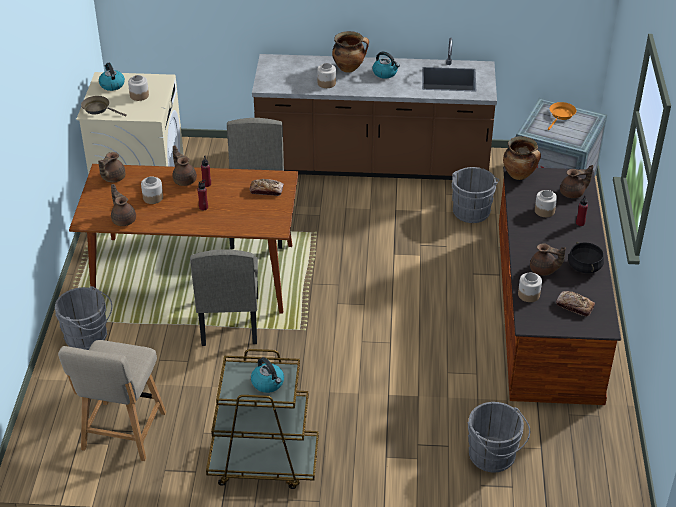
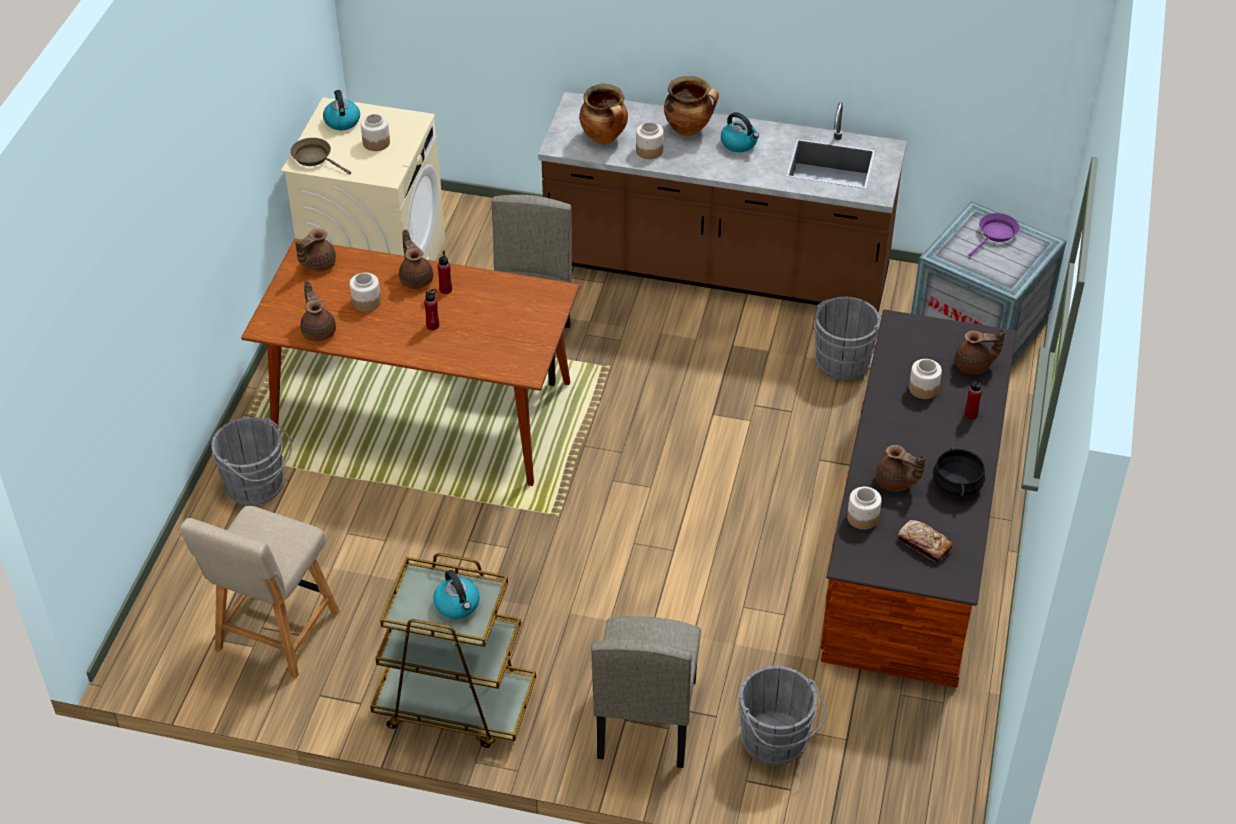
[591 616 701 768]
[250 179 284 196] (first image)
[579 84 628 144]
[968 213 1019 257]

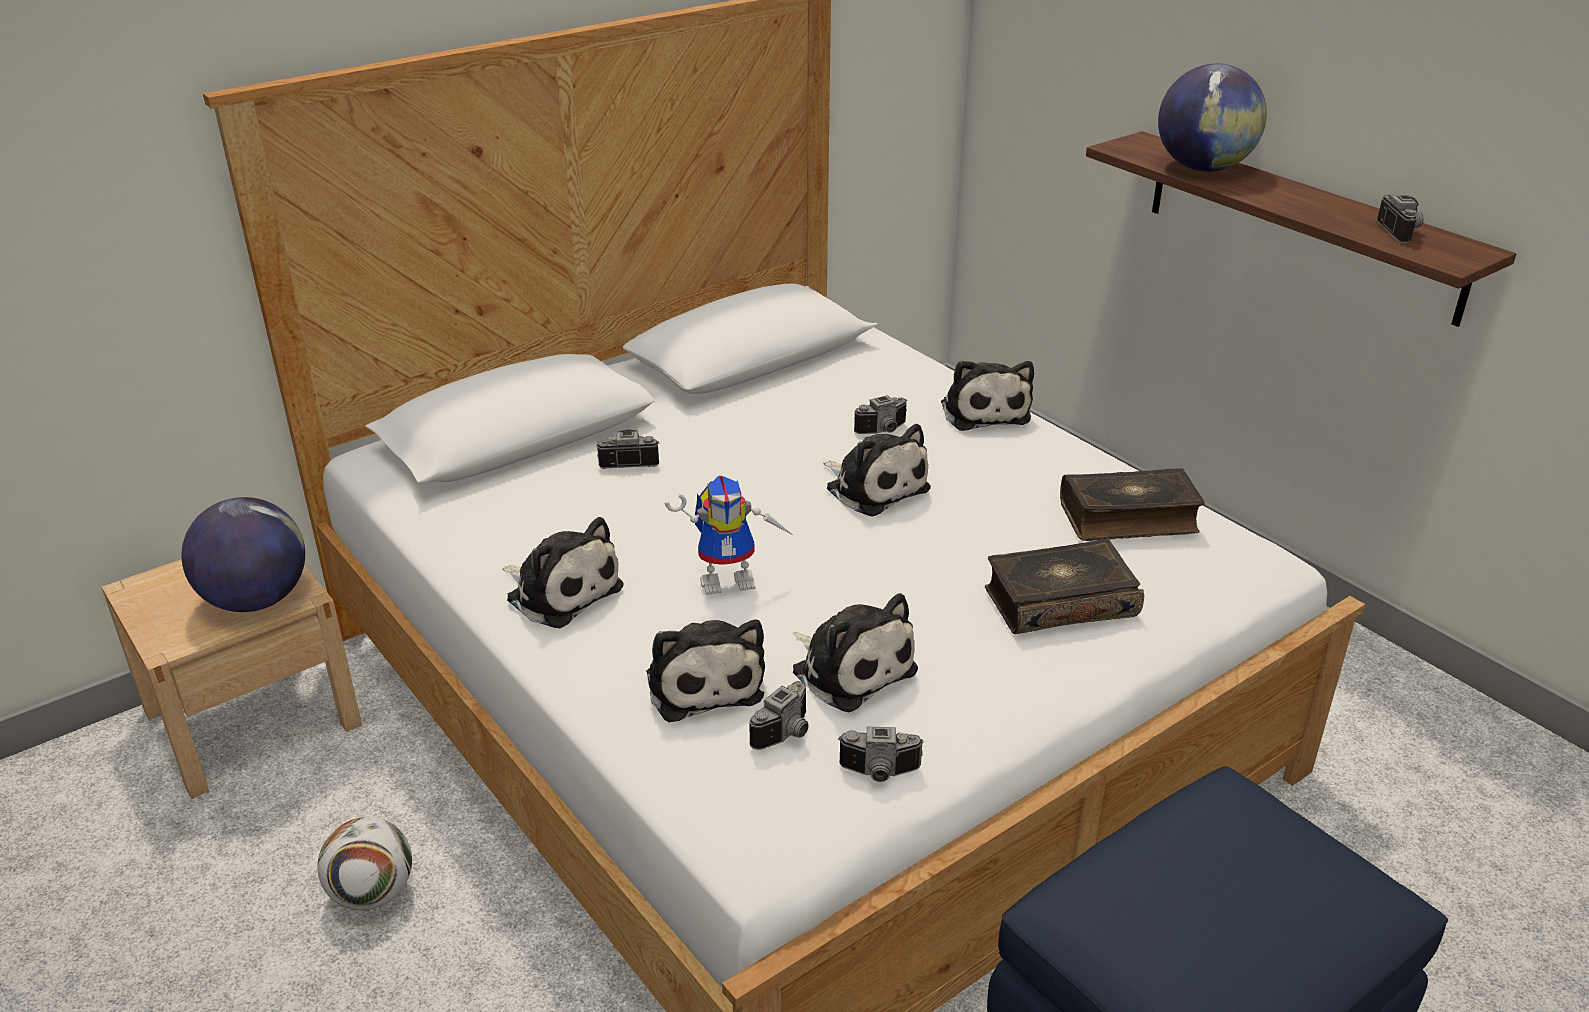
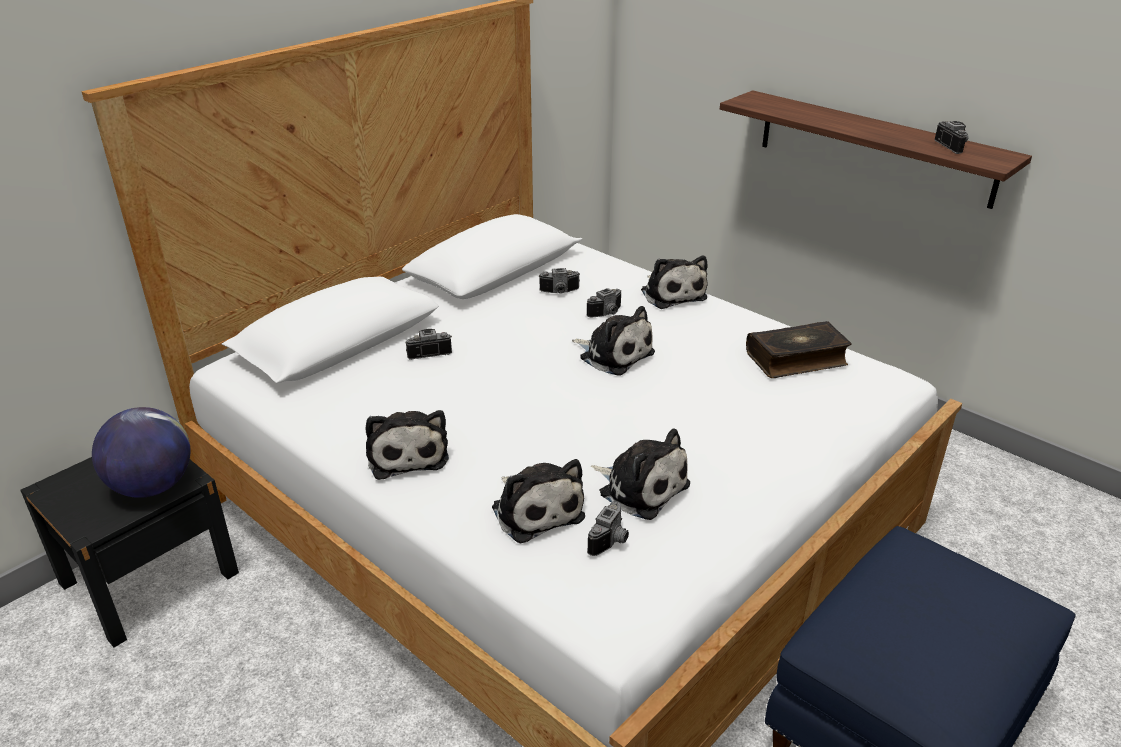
[21 457 239 648]
[317 817 412 910] (first image)
[366 410 449 480]
[665 475 793 595] (first image)
[538 268 580 294]
[985 539 1144 634] (first image)
[1158 64 1267 172] (first image)

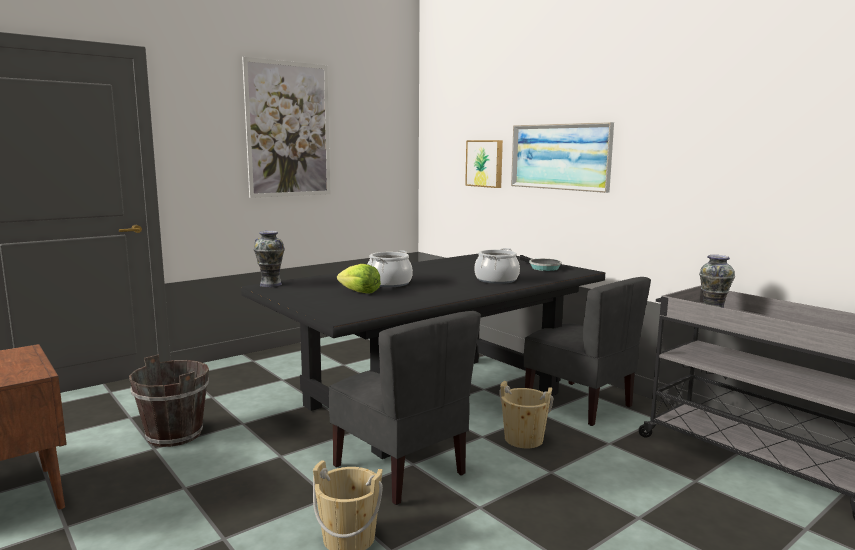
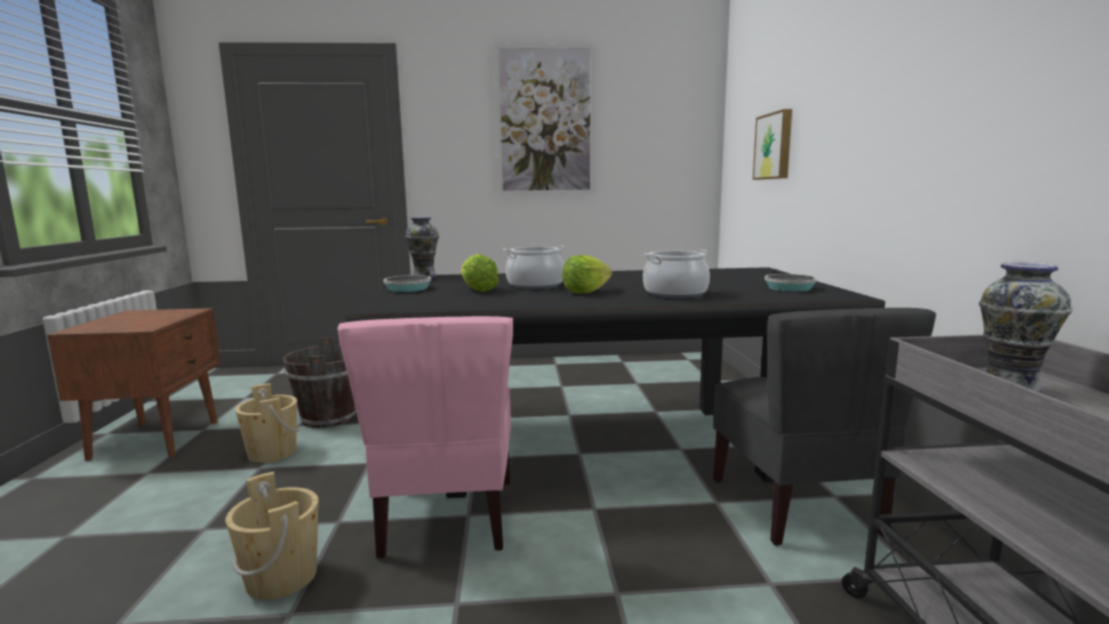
[338 316 513 559]
[235 383 300 463]
[511 122 614 193] (first image)
[383 270 431 292]
[562 255 612 293]

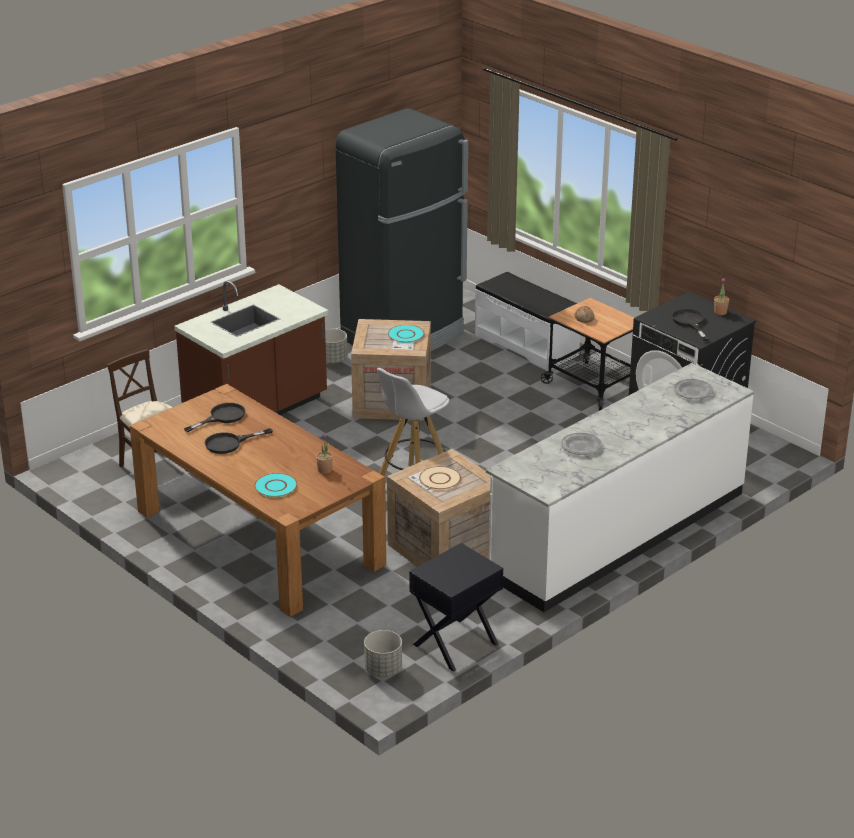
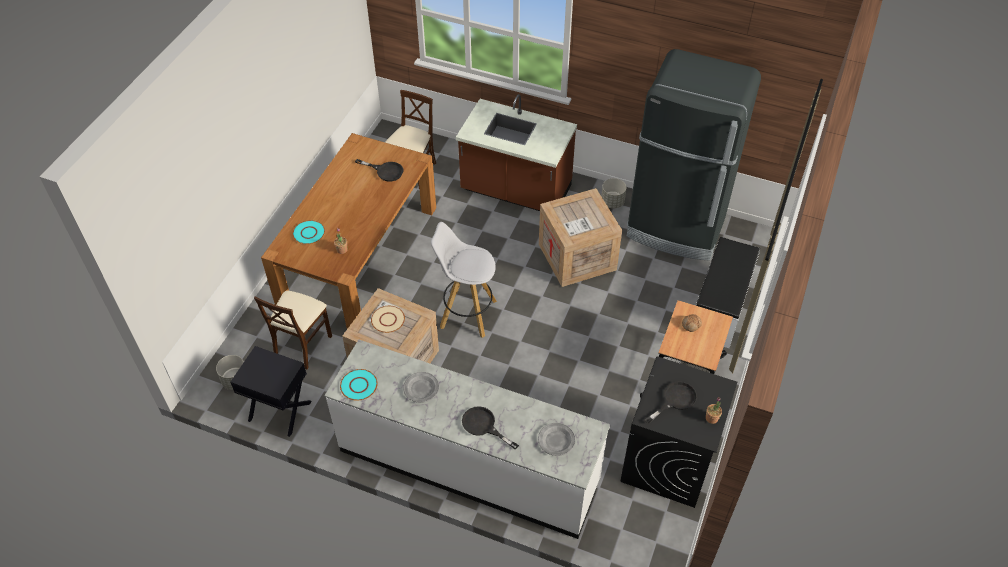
[462 406 519 449]
[340 369 378 401]
[254 290 332 369]

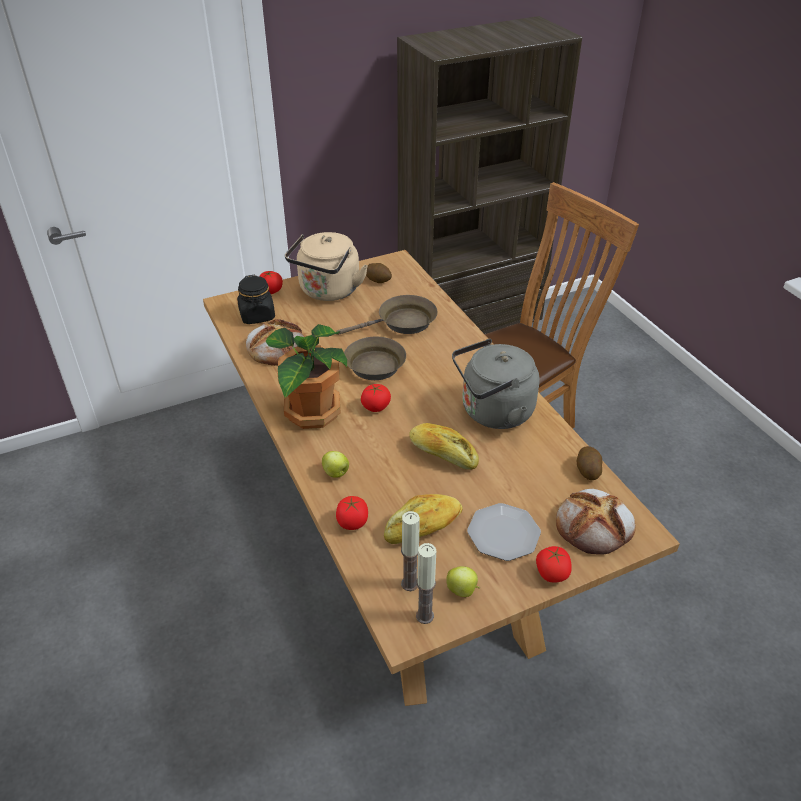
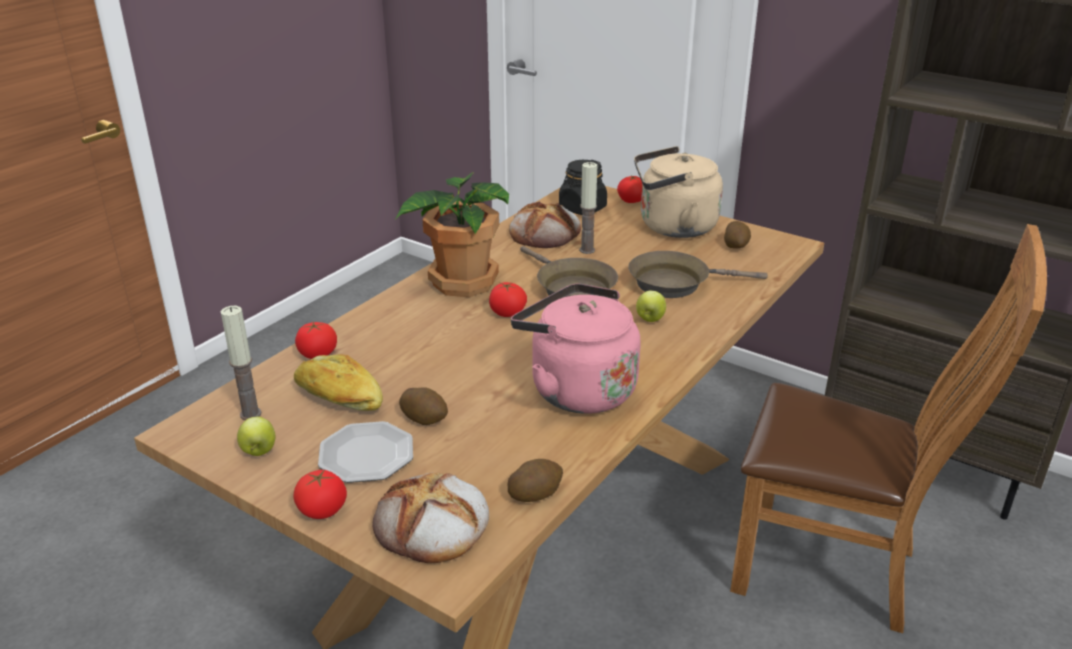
[636 291 666 322]
[628 251 768 298]
[409 423 479 470] (first image)
[579 162 597 254]
[511 283 641 414]
[399 387 448 425]

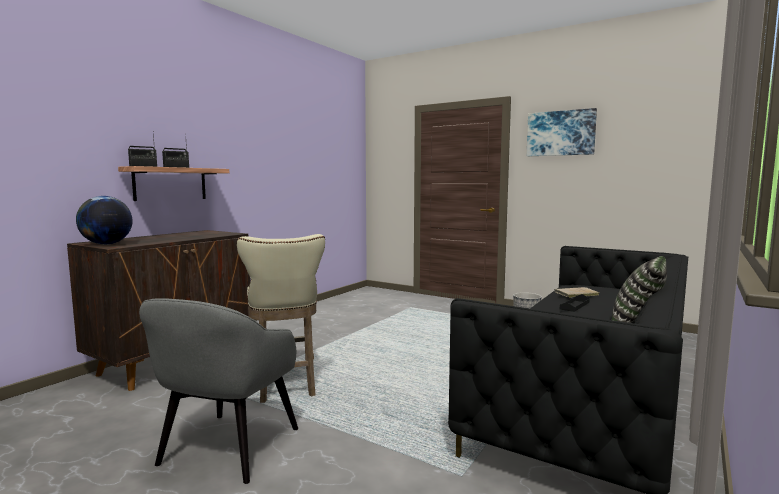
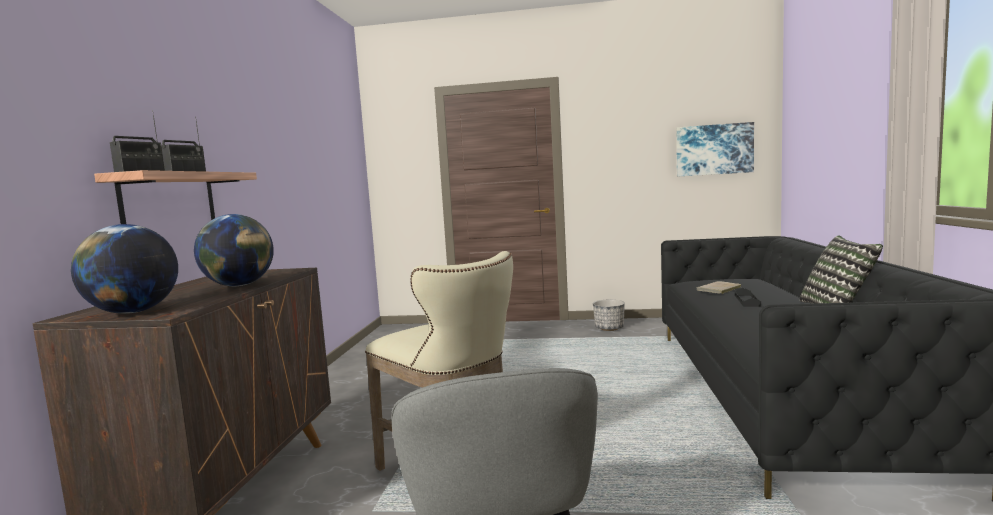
[676 122 754 176]
[194 214 274 286]

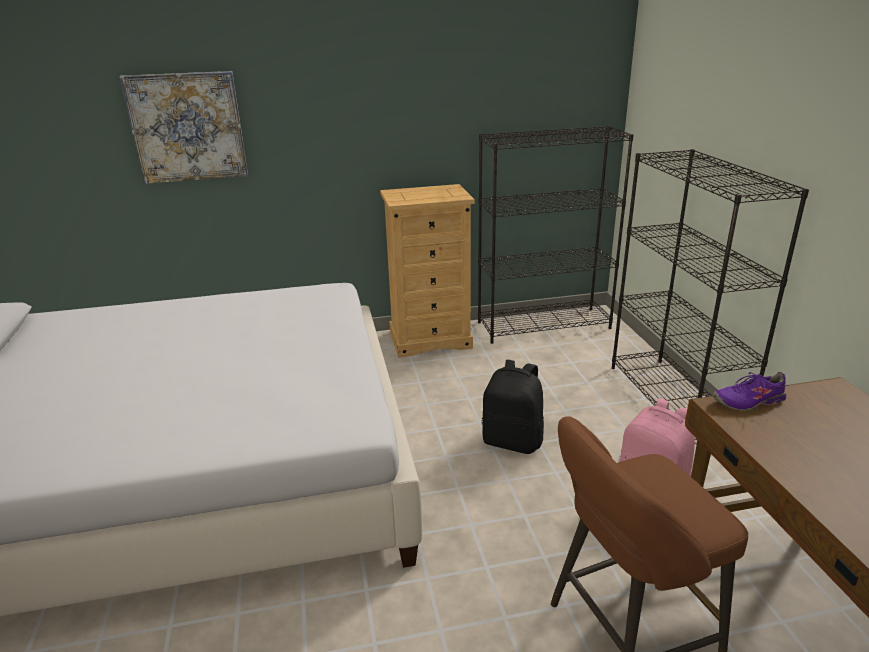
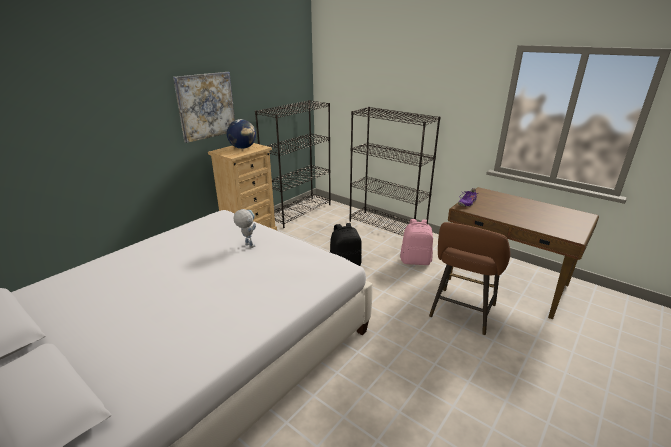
[173 72 235 143]
[227 119 256 149]
[234 209 256 248]

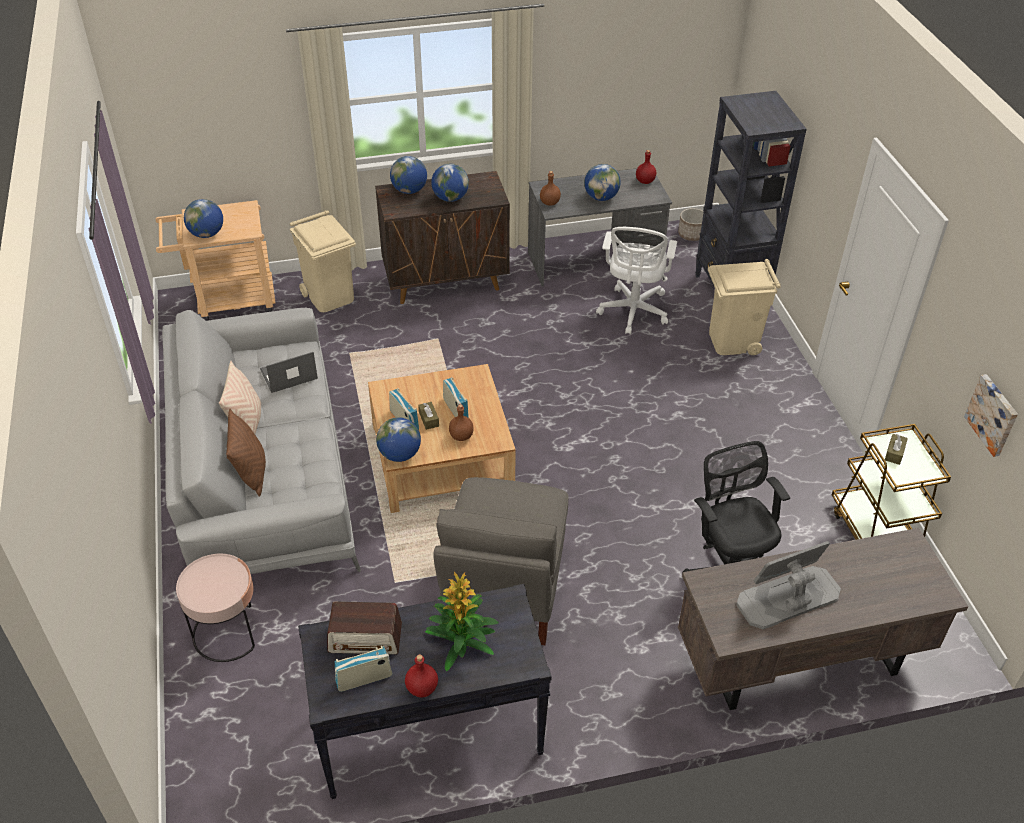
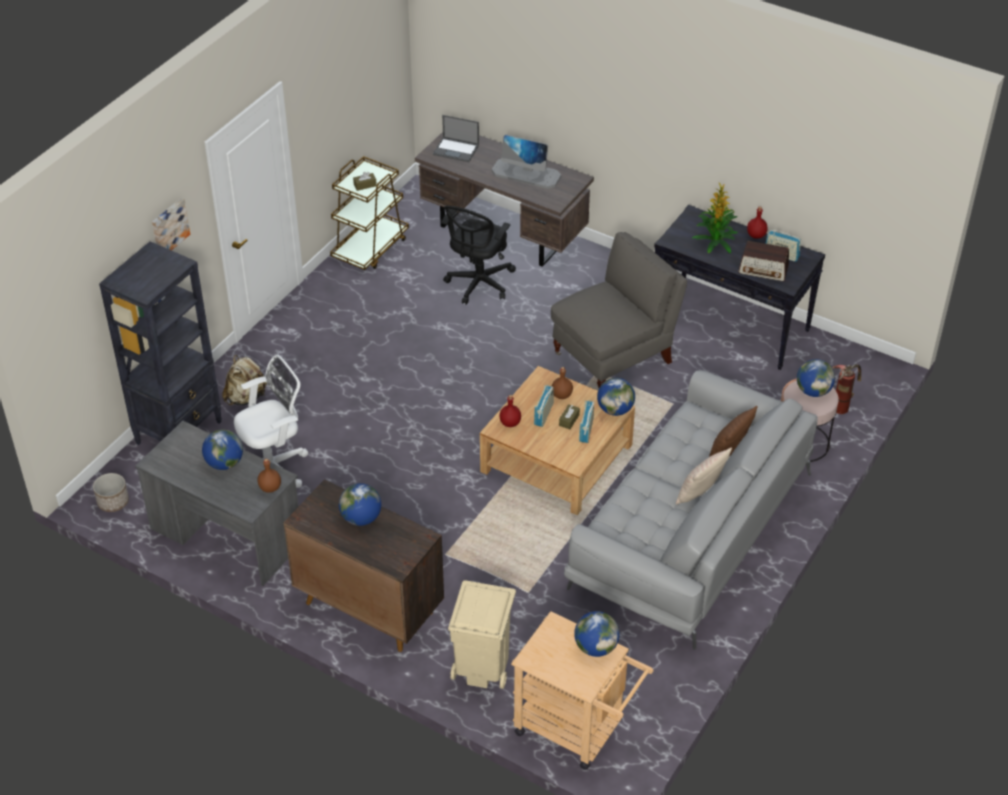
[433 115 479 162]
[738 241 789 281]
[797 359 835 397]
[499 395 521 427]
[222 355 267 405]
[152 198 190 251]
[833 364 861 414]

